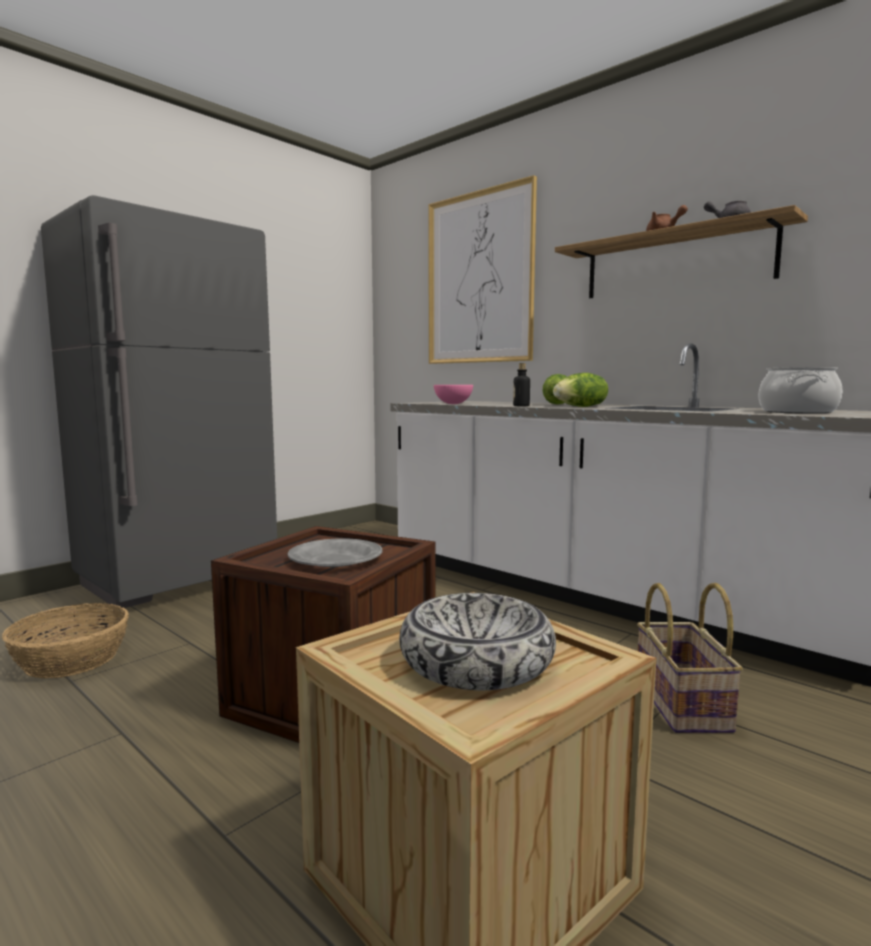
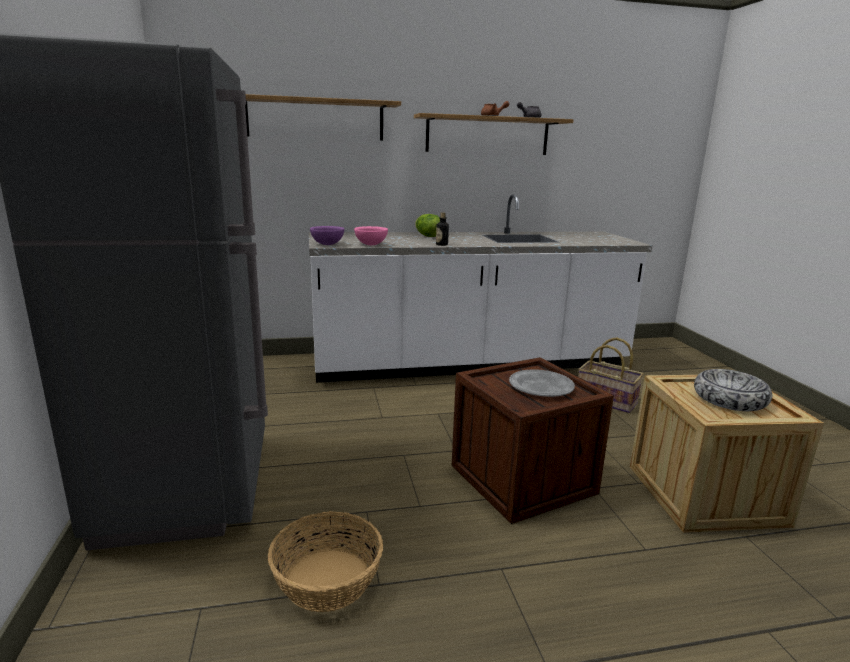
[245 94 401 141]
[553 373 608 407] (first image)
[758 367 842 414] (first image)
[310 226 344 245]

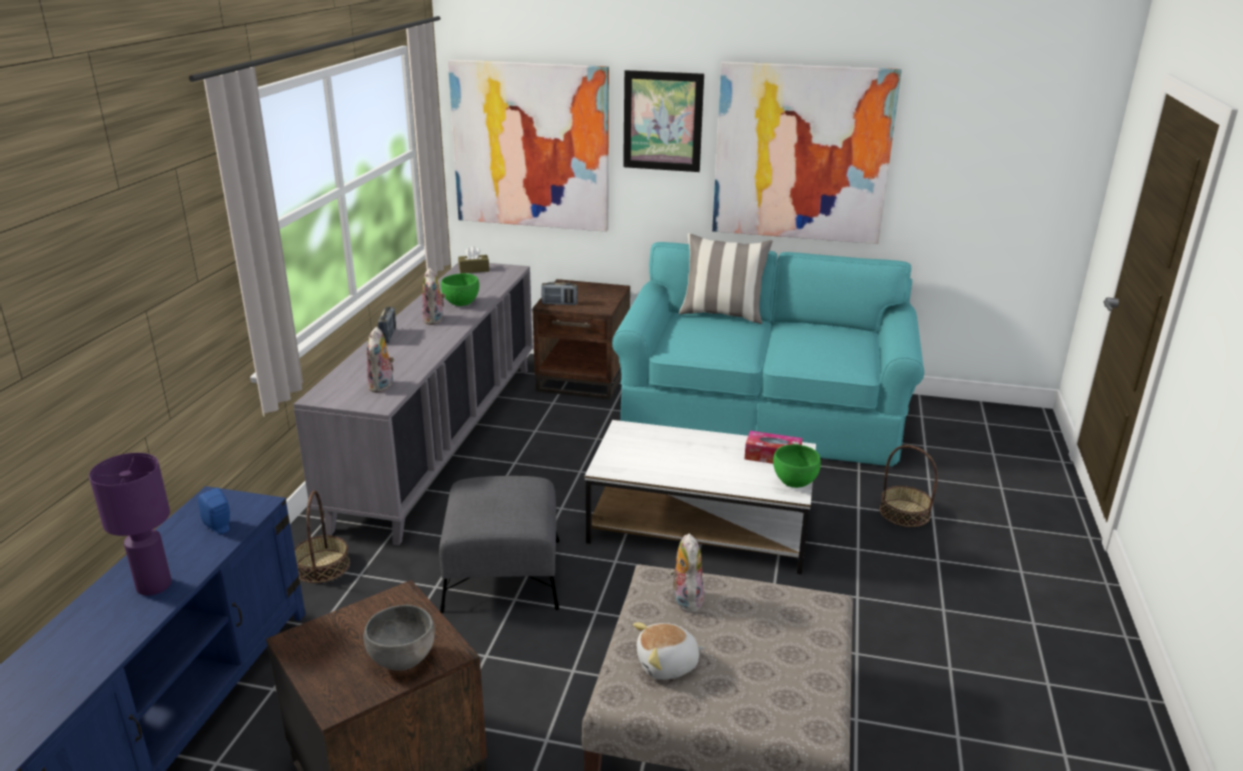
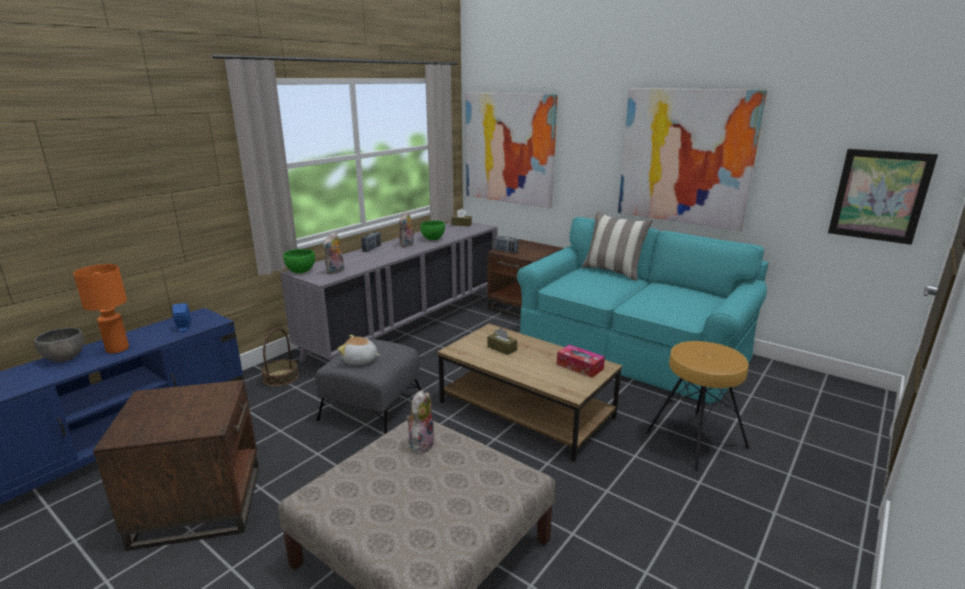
[73 264 129 353]
[34 328 84 362]
[438 324 622 462]
[828 149 938 245]
[338 335 381 365]
[283 249 315 274]
[645 341 749 471]
[488 328 517 355]

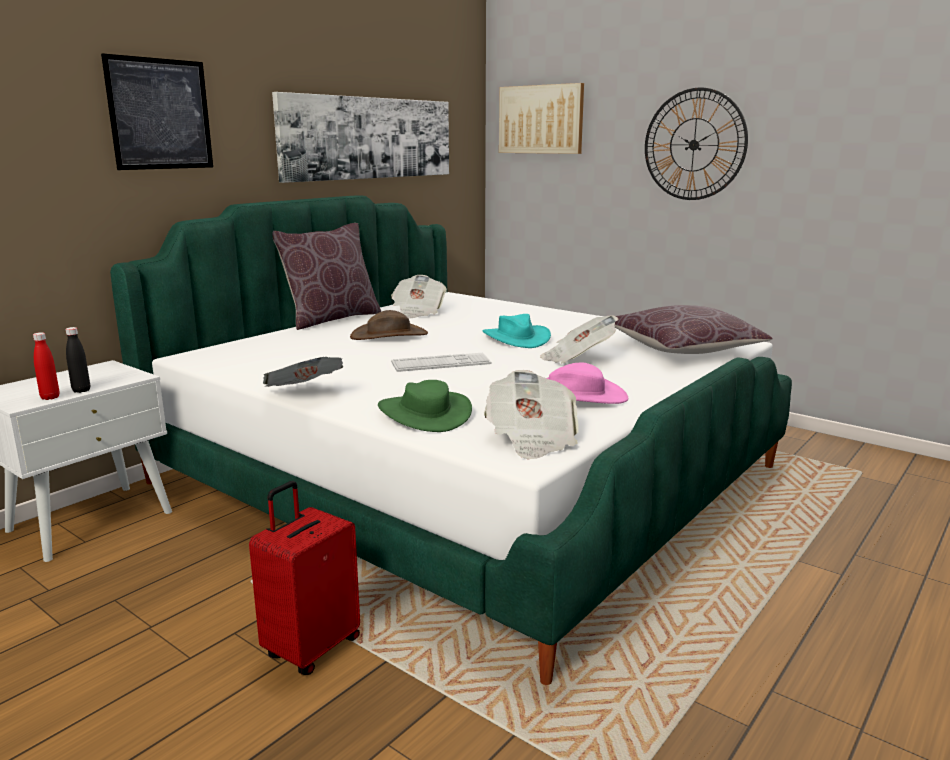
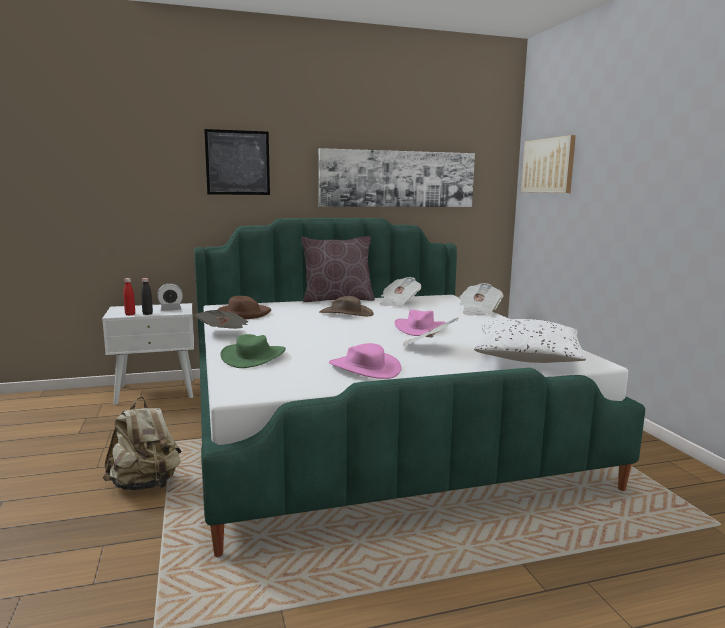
[103 397 182 490]
[391 353 491 372] (first image)
[395 310 446 336]
[459 283 504 316]
[474 319 586 363]
[645 88 748 200] (first image)
[157 283 183 311]
[217 296 271 319]

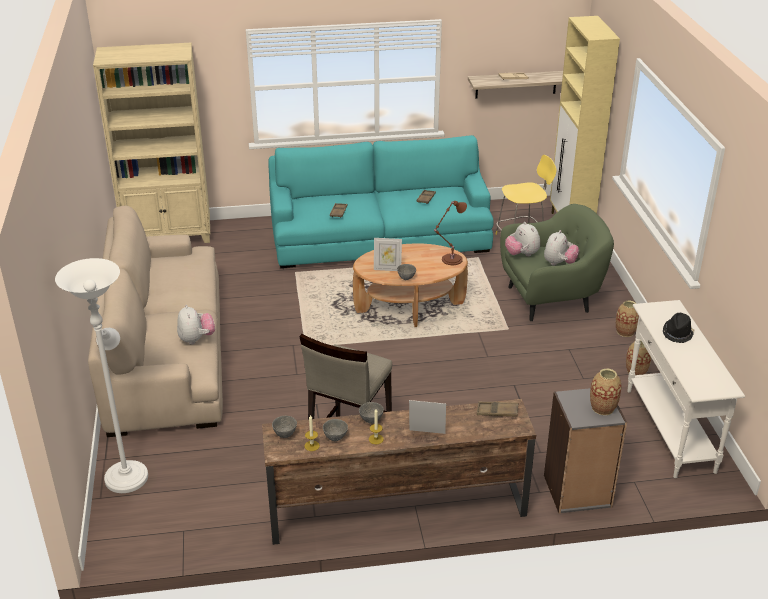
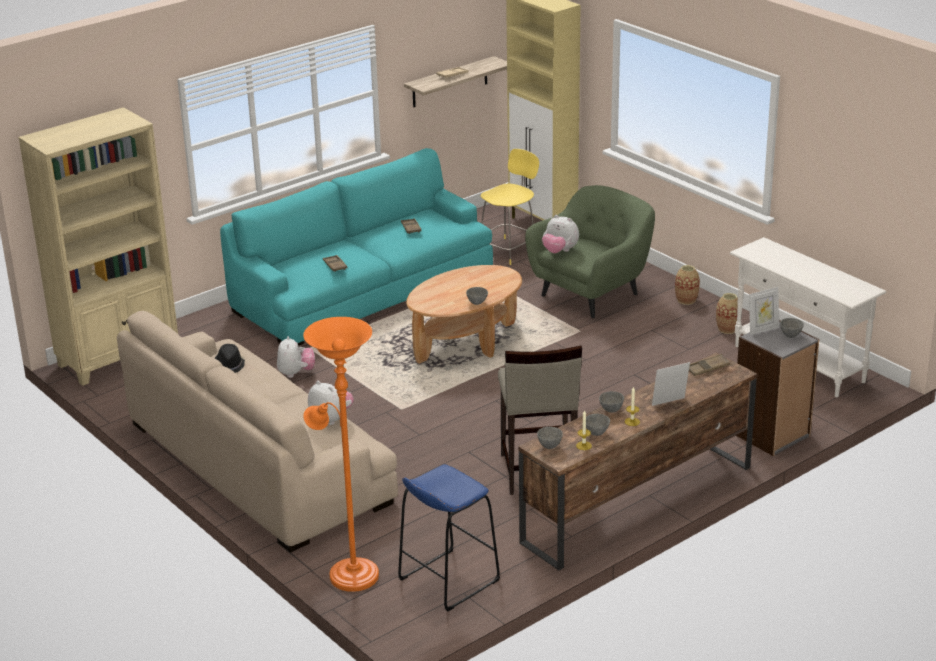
[303 317 379 592]
[749 287 779 335]
[434 201 467 265] (first image)
[277 336 315 378]
[780 318 804 338]
[215 344 245 373]
[398 464 500 611]

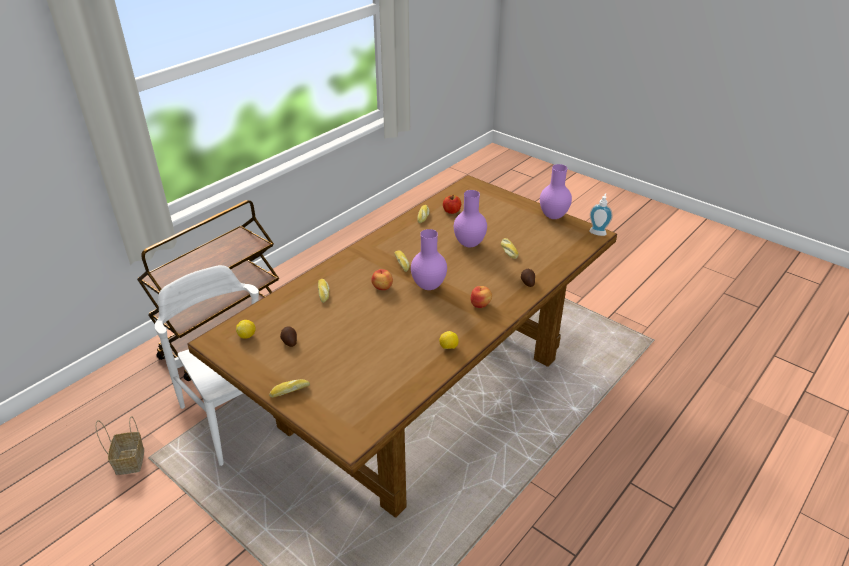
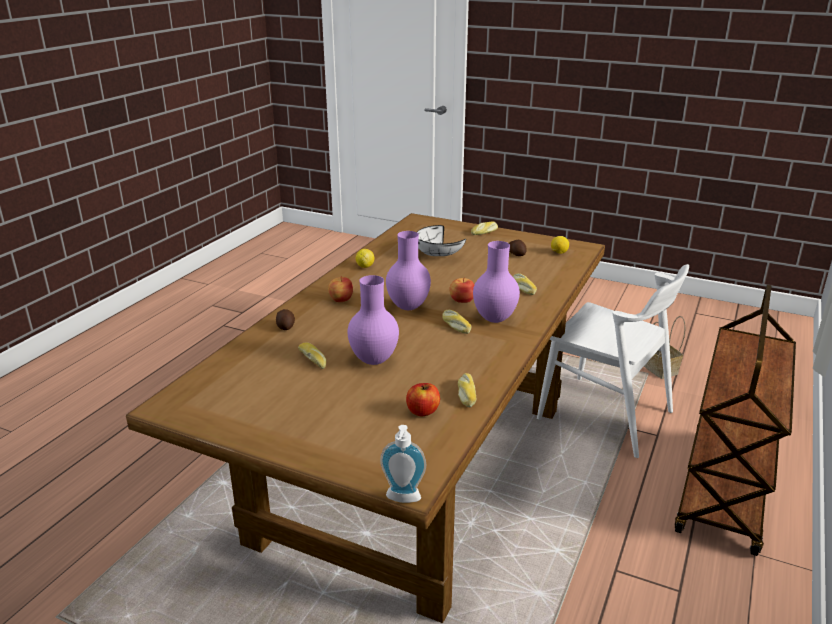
[473 241 520 323]
[380 425 426 503]
[417 225 466 256]

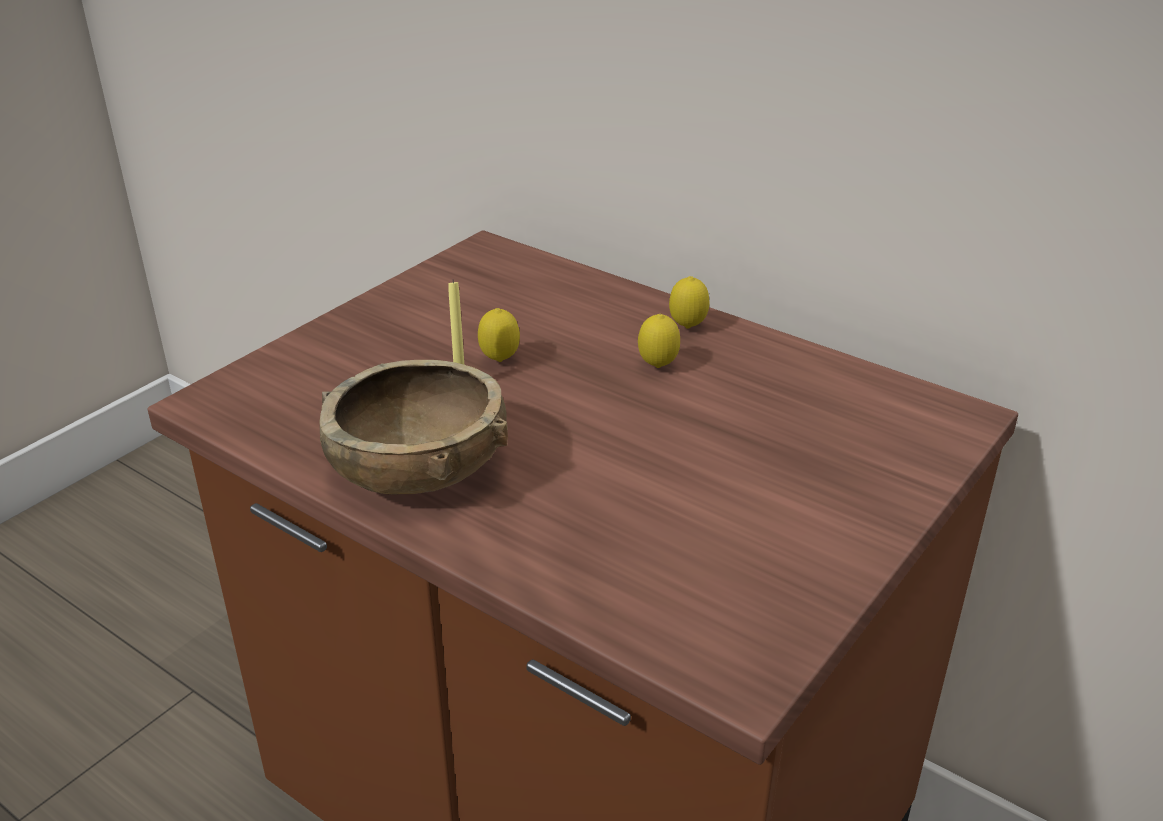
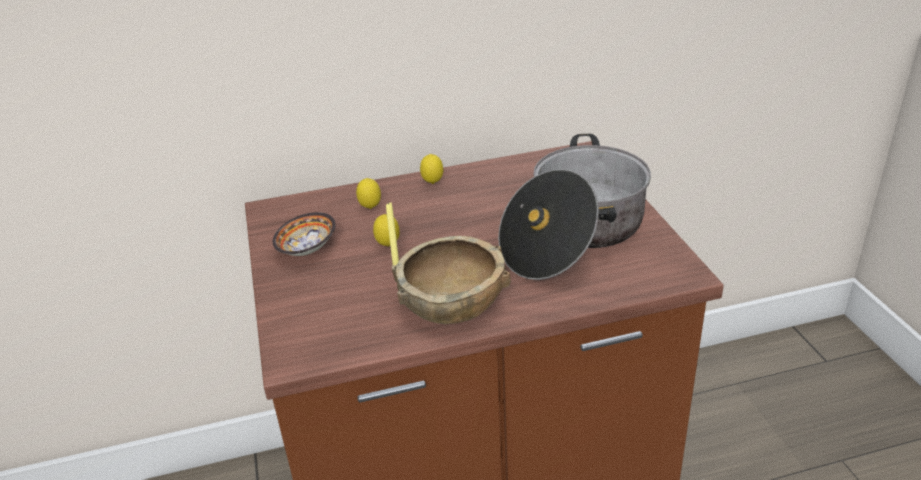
[356 178 381 209]
[273 212 336 256]
[498 134 651 280]

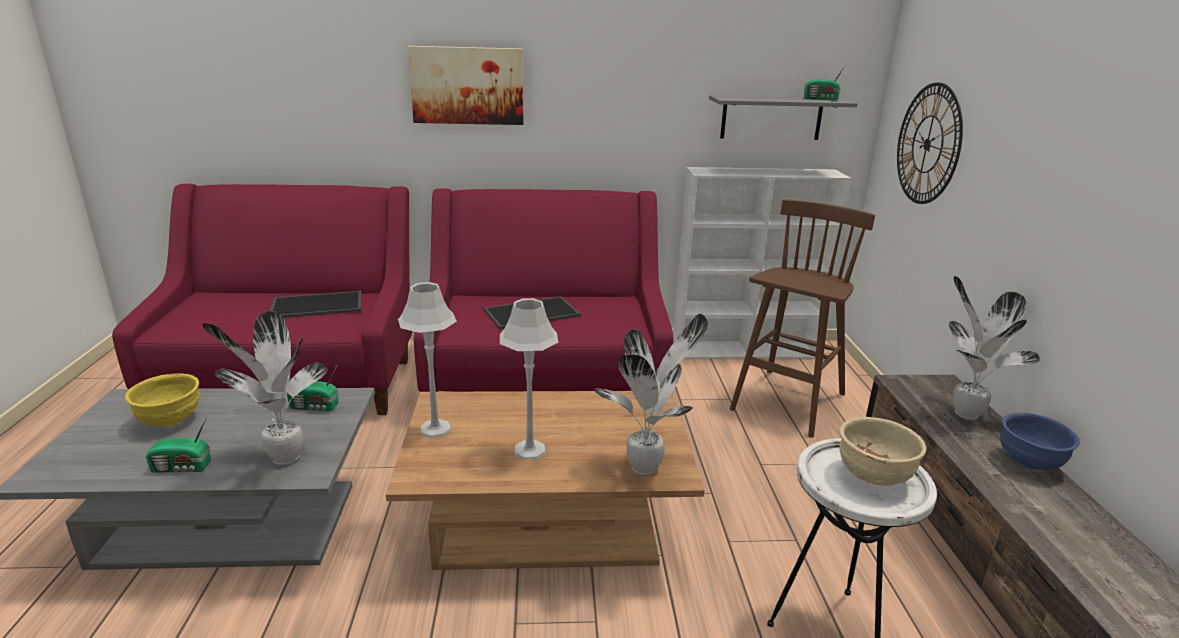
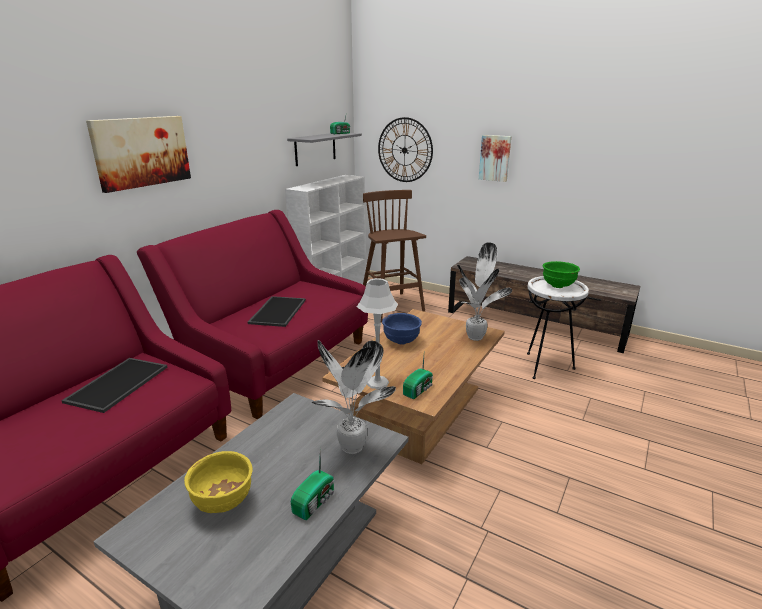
[403 356 433 399]
[500 298 558 460] (first image)
[543 261 580 288]
[949 276 1040 420] (first image)
[382 313 422 345]
[479 135 512 182]

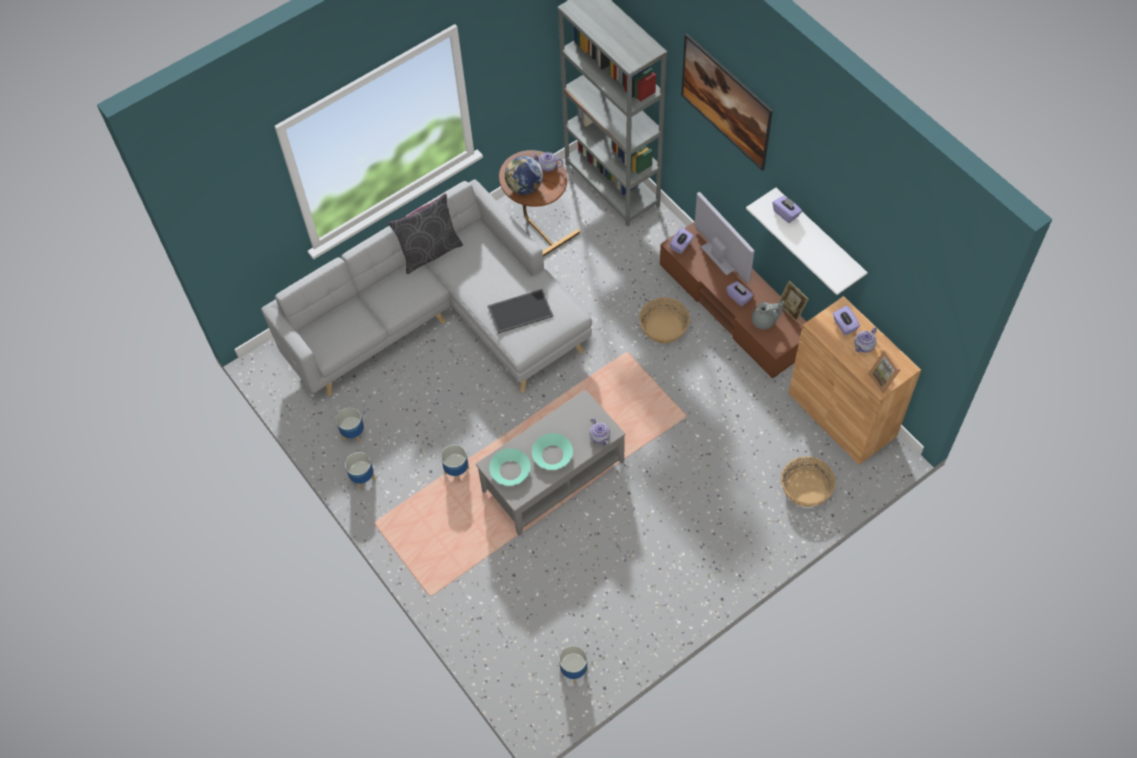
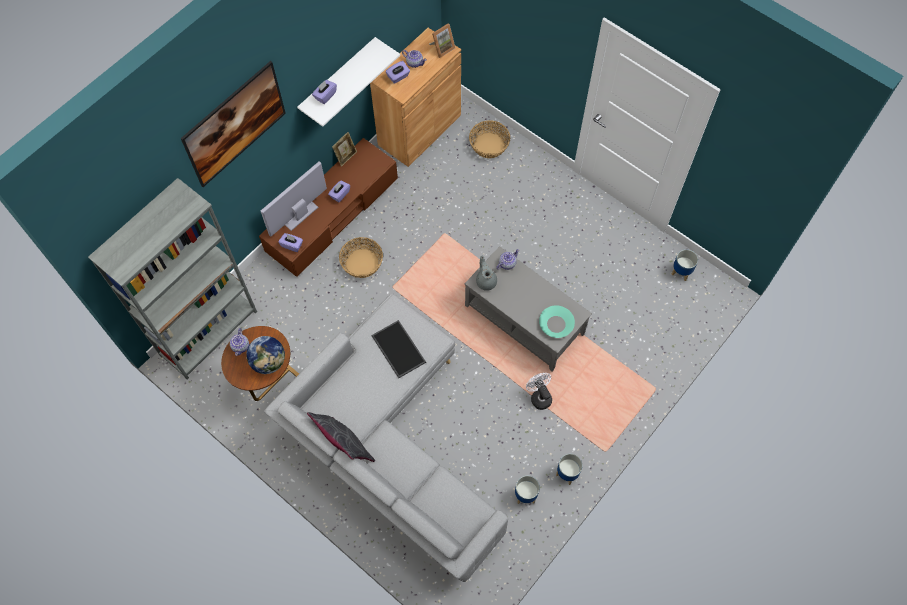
[526 373 552 410]
[532 433 573 470] (first image)
[476 256 497 291]

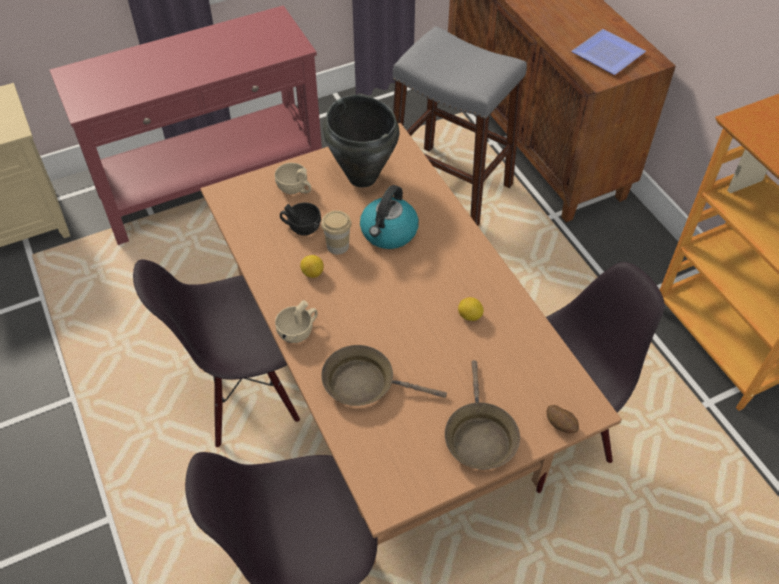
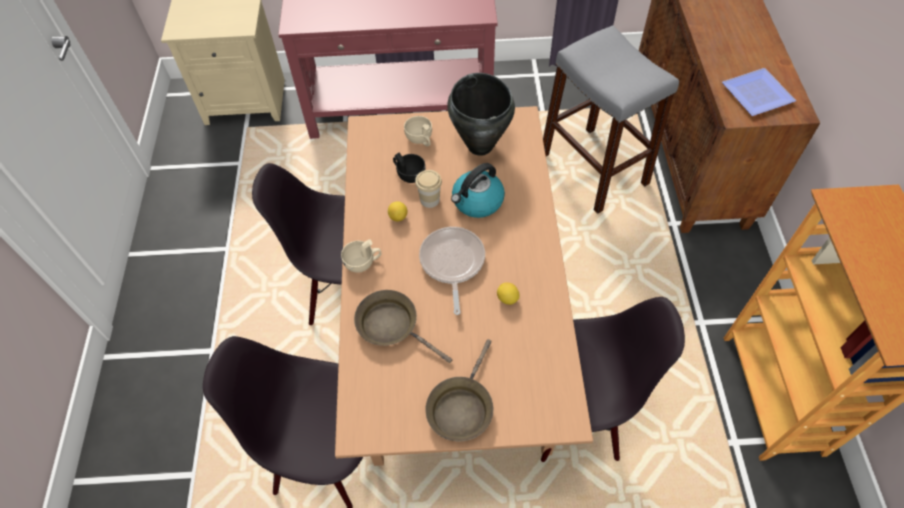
[547 405 579 433] (first image)
[419 227 485 315]

